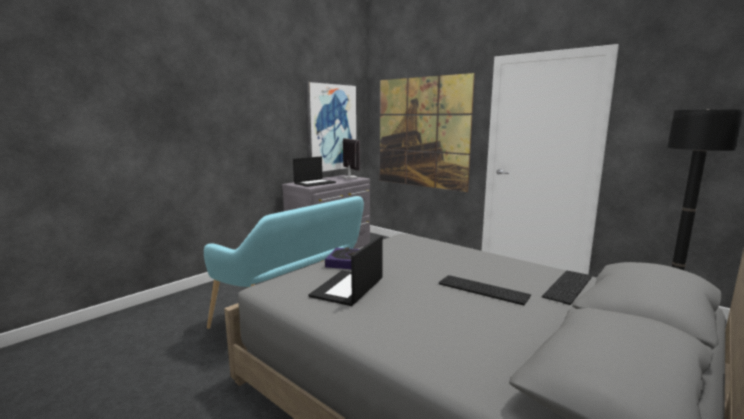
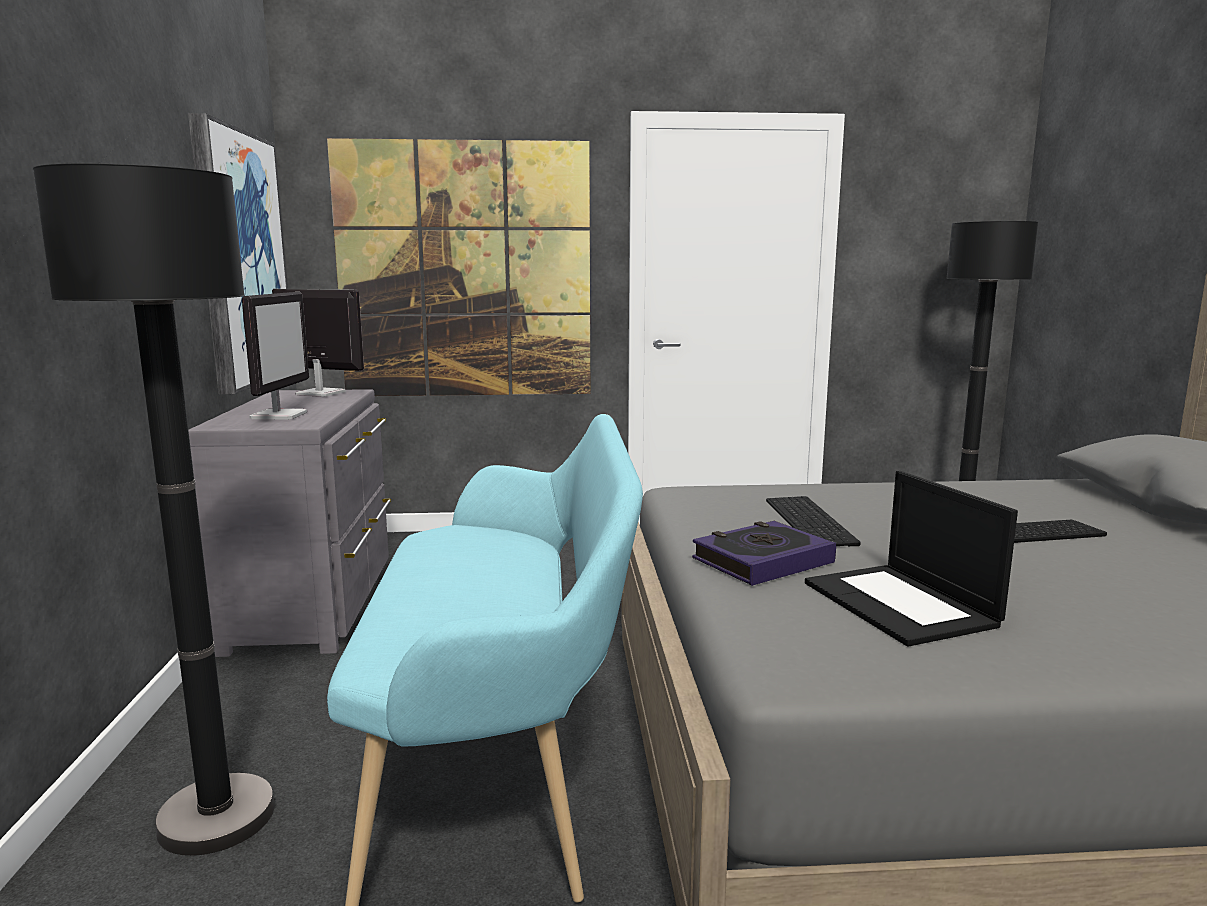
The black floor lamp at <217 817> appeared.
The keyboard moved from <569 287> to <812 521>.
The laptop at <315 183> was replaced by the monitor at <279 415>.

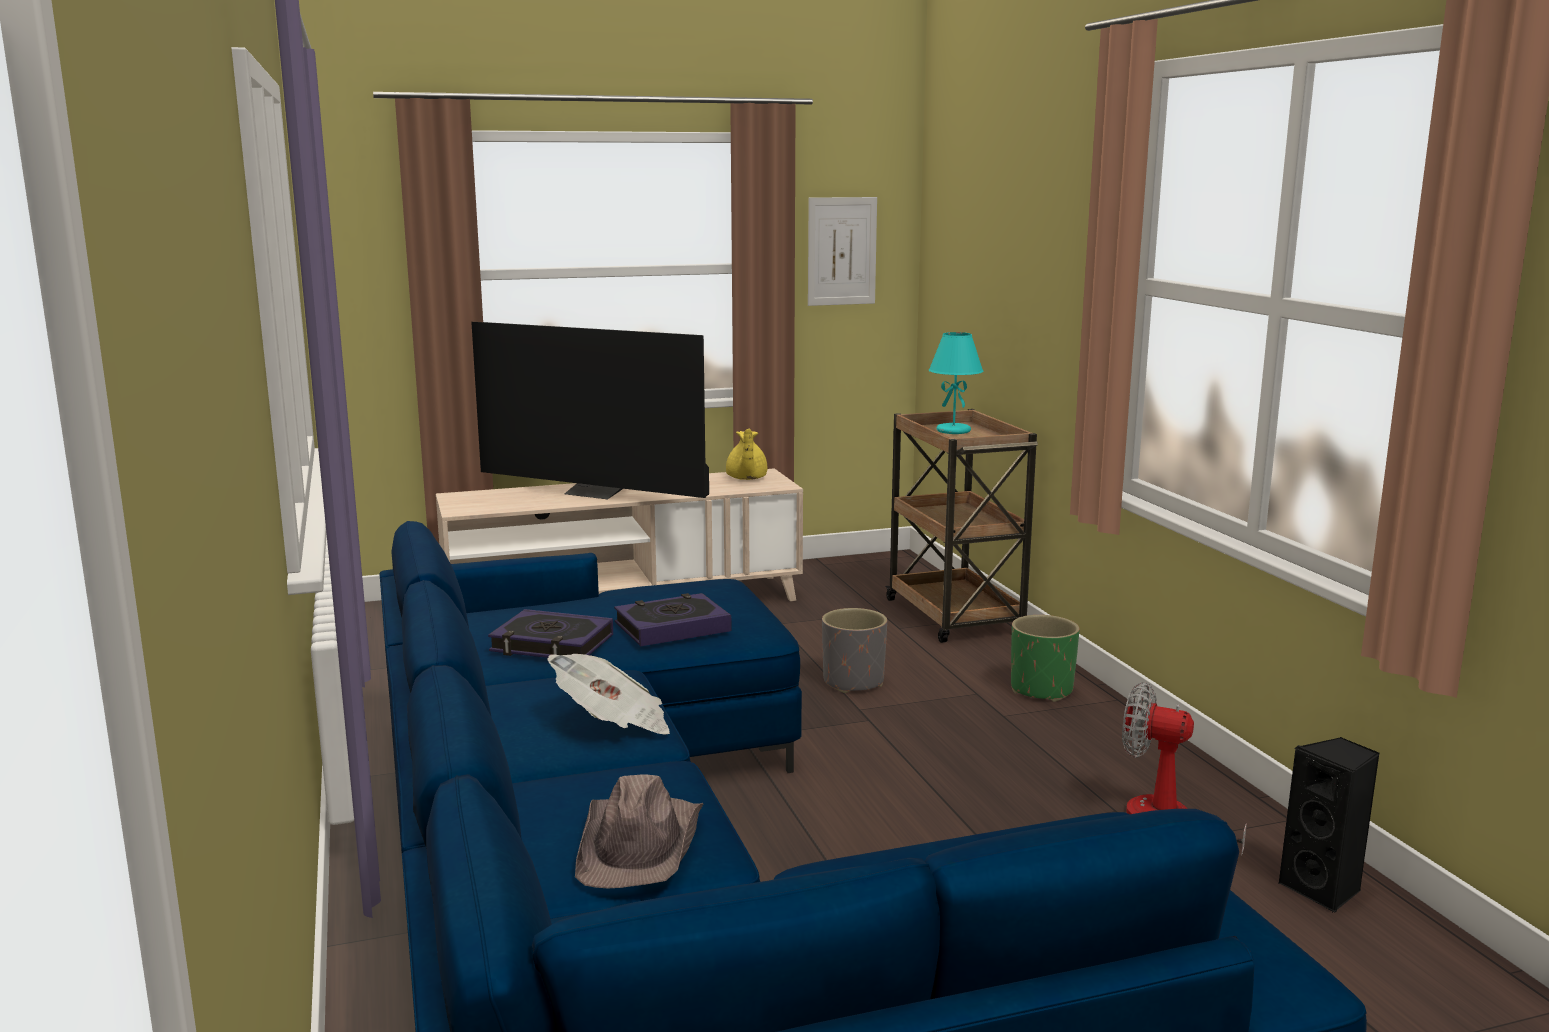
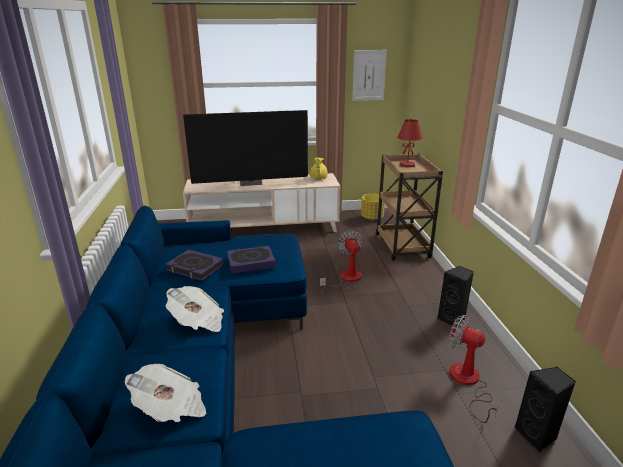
The green planter at <1042 690> disappeared.
The yellow planter at <372 217> appeared.
The black speaker at <453 320> appeared.
The brown hat at <641 844> was replaced by the newspaper at <171 408>.
The grey planter at <853 682> was replaced by the fan at <346 279>.
The turquoise table lamp at <954 431> became the red table lamp at <407 165>.
The television at <595 492> turned 45 degrees counterclockwise.

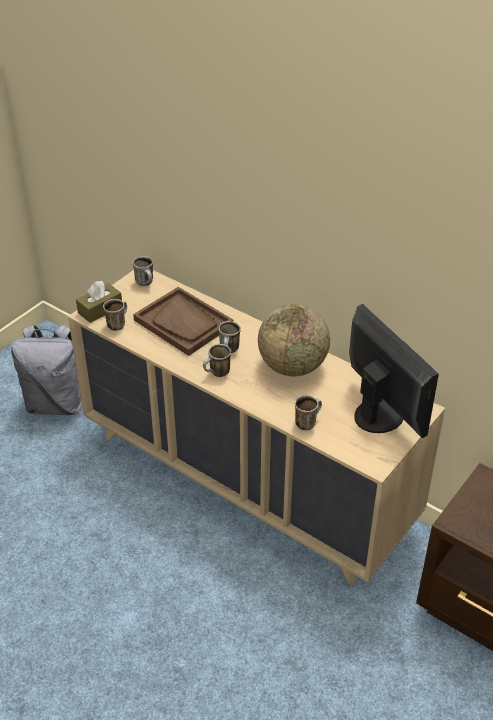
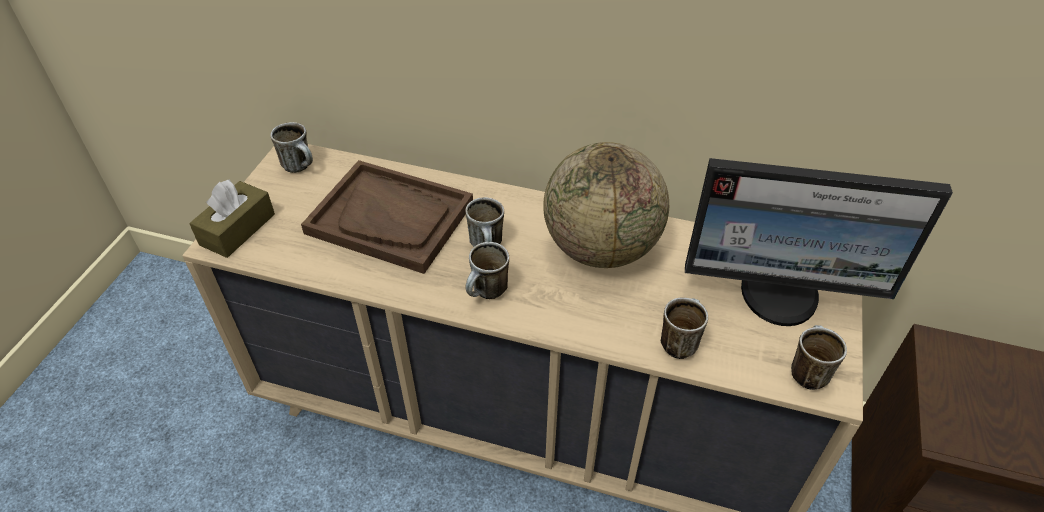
The grey backpack at <57 403> disappeared.
The mug moved from <117 323> to <806 370>.
The monitor at <380 415> turned 150 degrees clockwise.

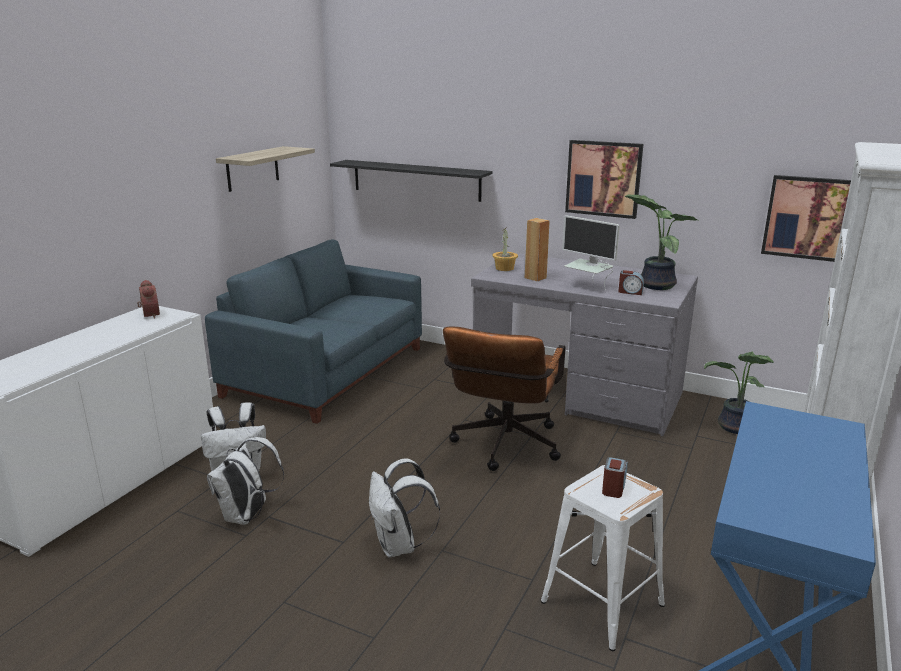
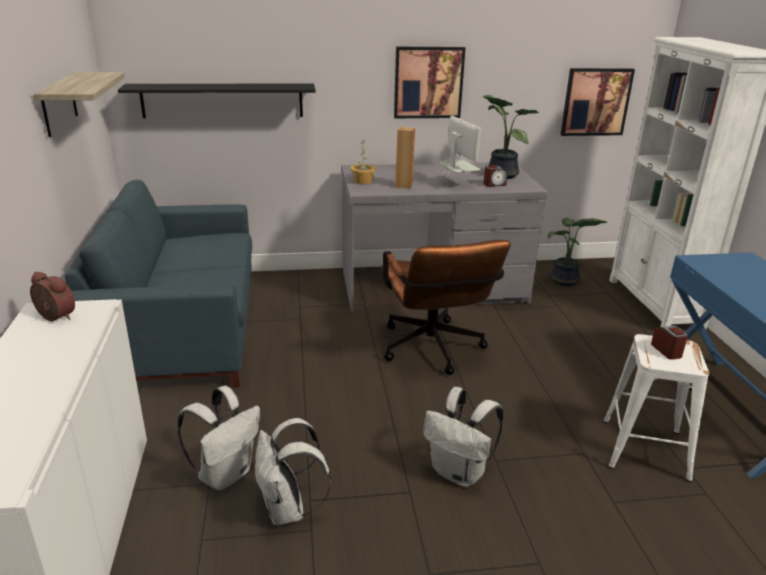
The monitor at <588 286> turned 120 degrees counterclockwise.

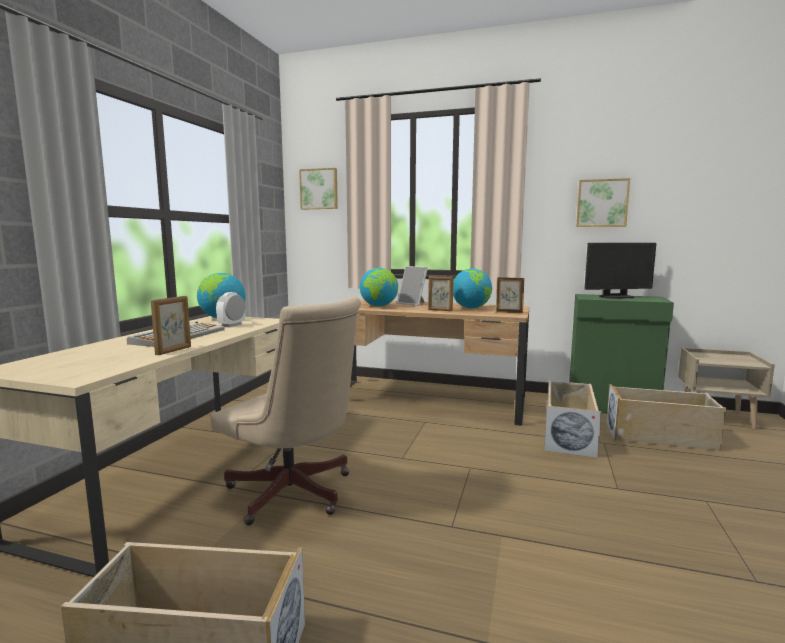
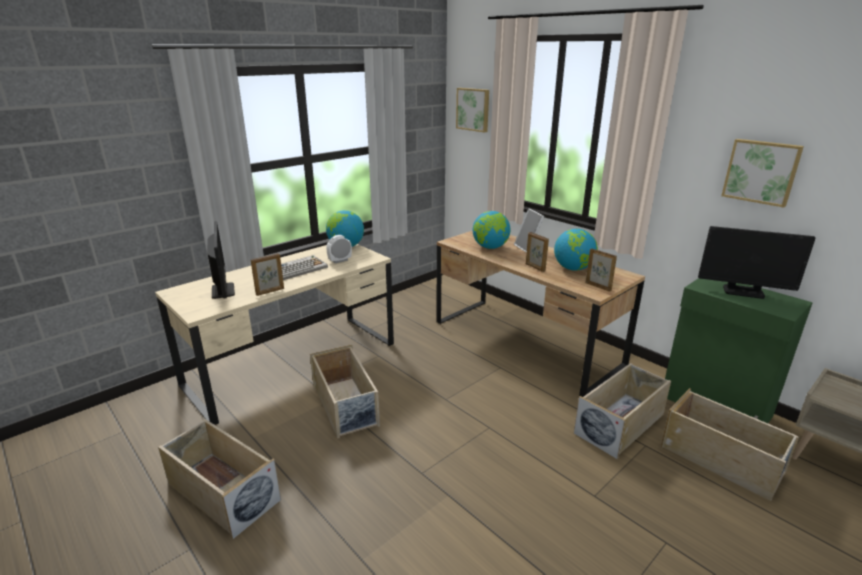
The monitor at <223 290> appeared.
The beige office chair at <295 495> was replaced by the beige storage box at <346 406>.

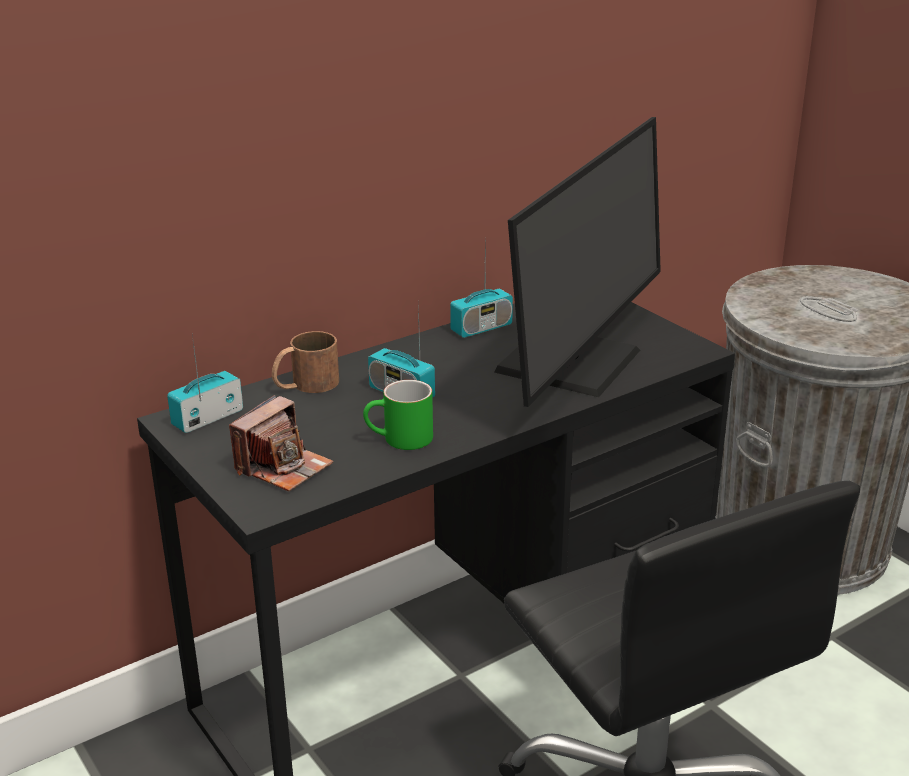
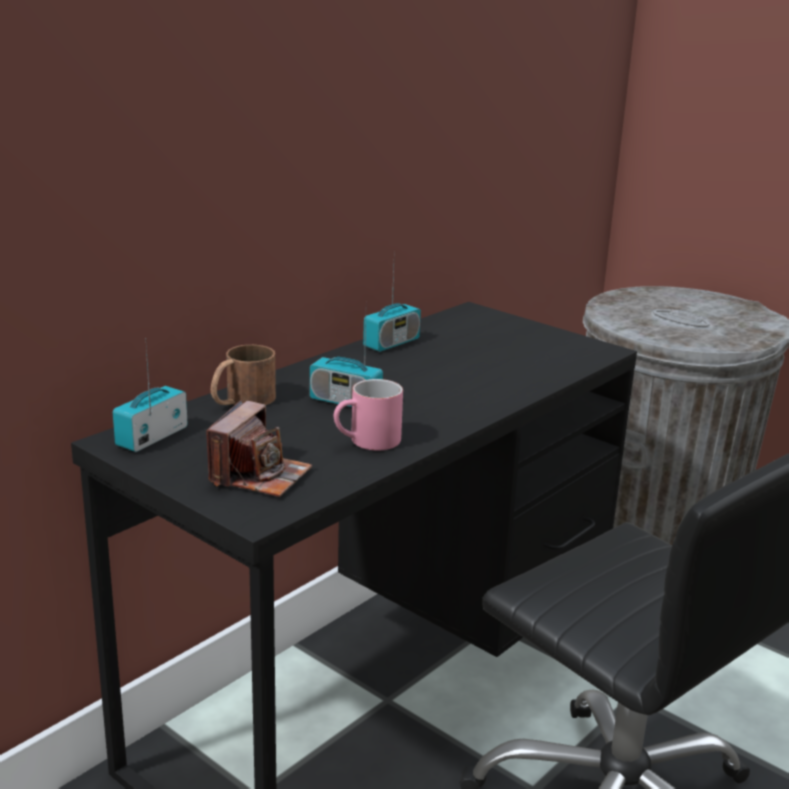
The monitor at <572 362> disappeared.
The green mug at <399 440> became the pink mug at <367 442>.

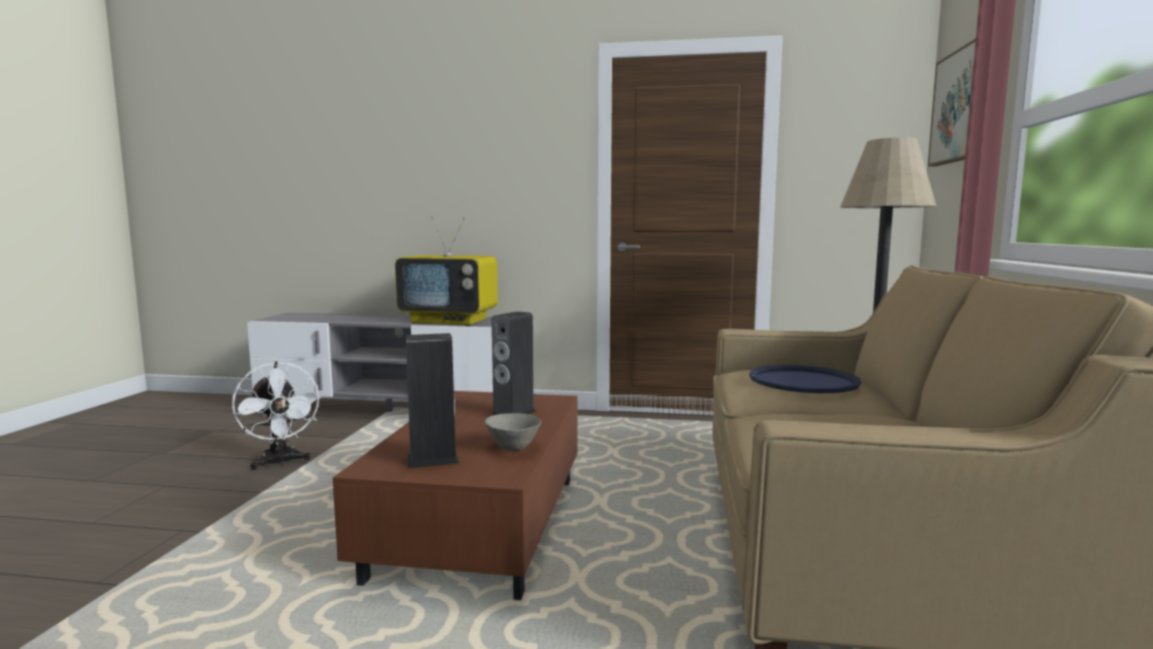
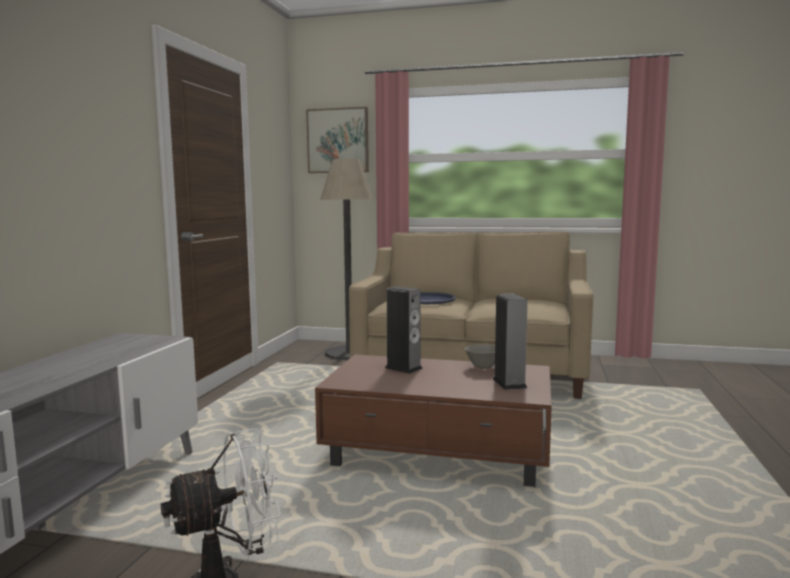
The television at <450 321> disappeared.

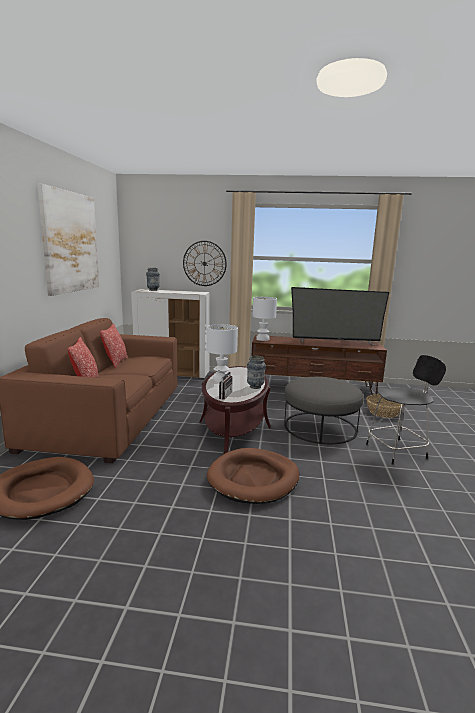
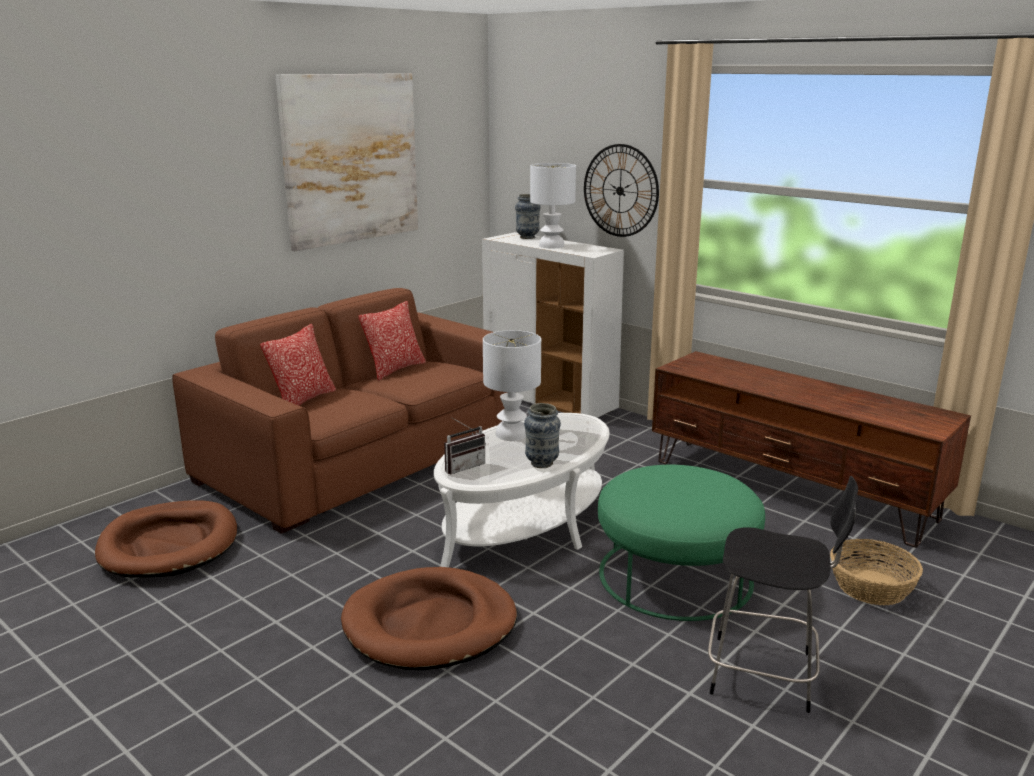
The television at <335 342> disappeared.
The white table lamp moved from <263 339> to <552 246>.
The brown coffee table at <234 424> became the white coffee table at <525 524>.
The grey ottoman at <320 427> became the green ottoman at <675 575>.

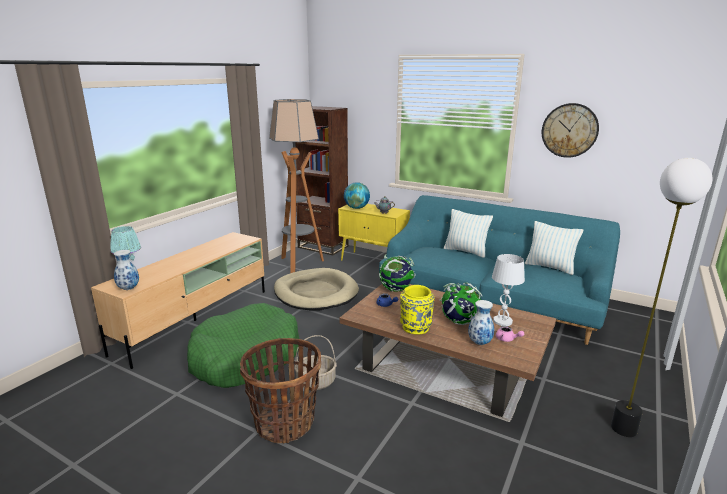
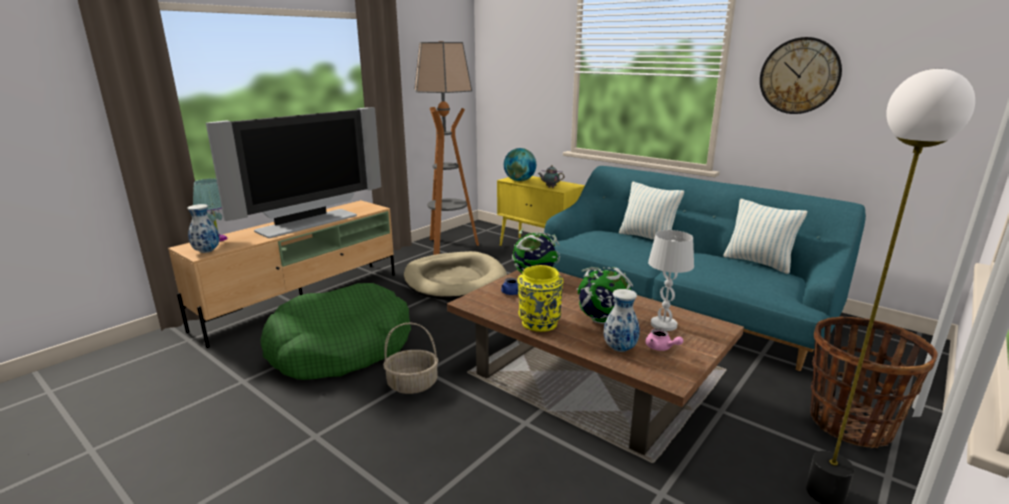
The brown bookcase at <323 247> disappeared.
The television at <309 223> appeared.
The basket moved from <285 423> to <849 423>.

